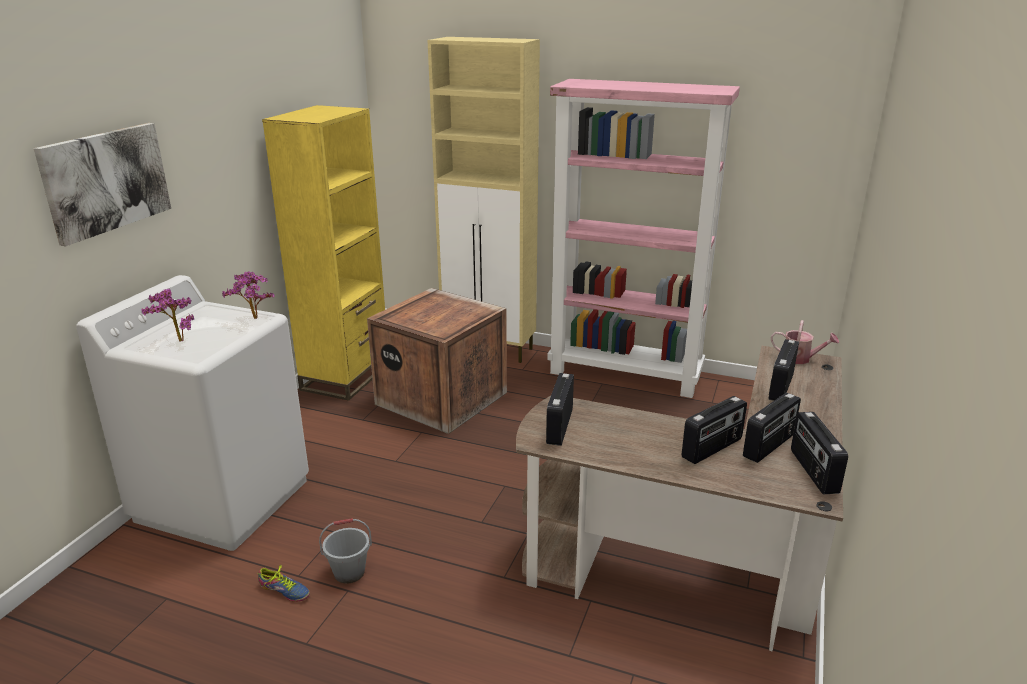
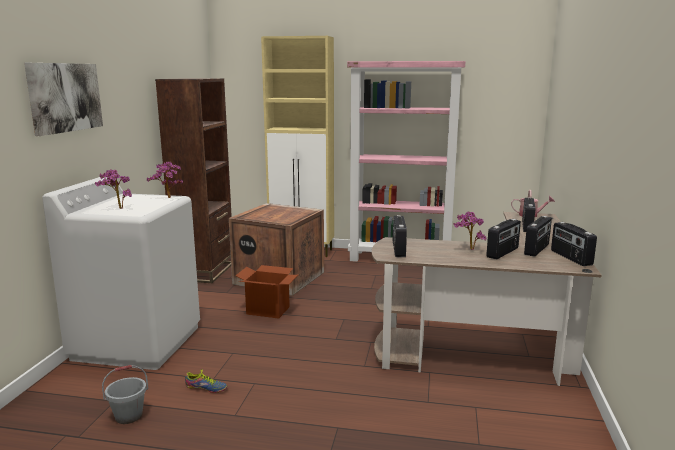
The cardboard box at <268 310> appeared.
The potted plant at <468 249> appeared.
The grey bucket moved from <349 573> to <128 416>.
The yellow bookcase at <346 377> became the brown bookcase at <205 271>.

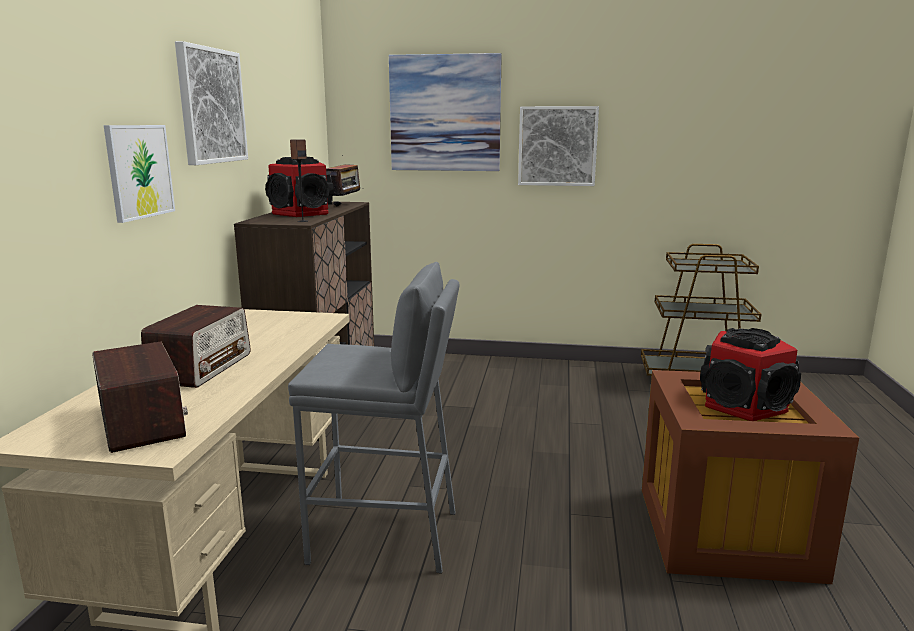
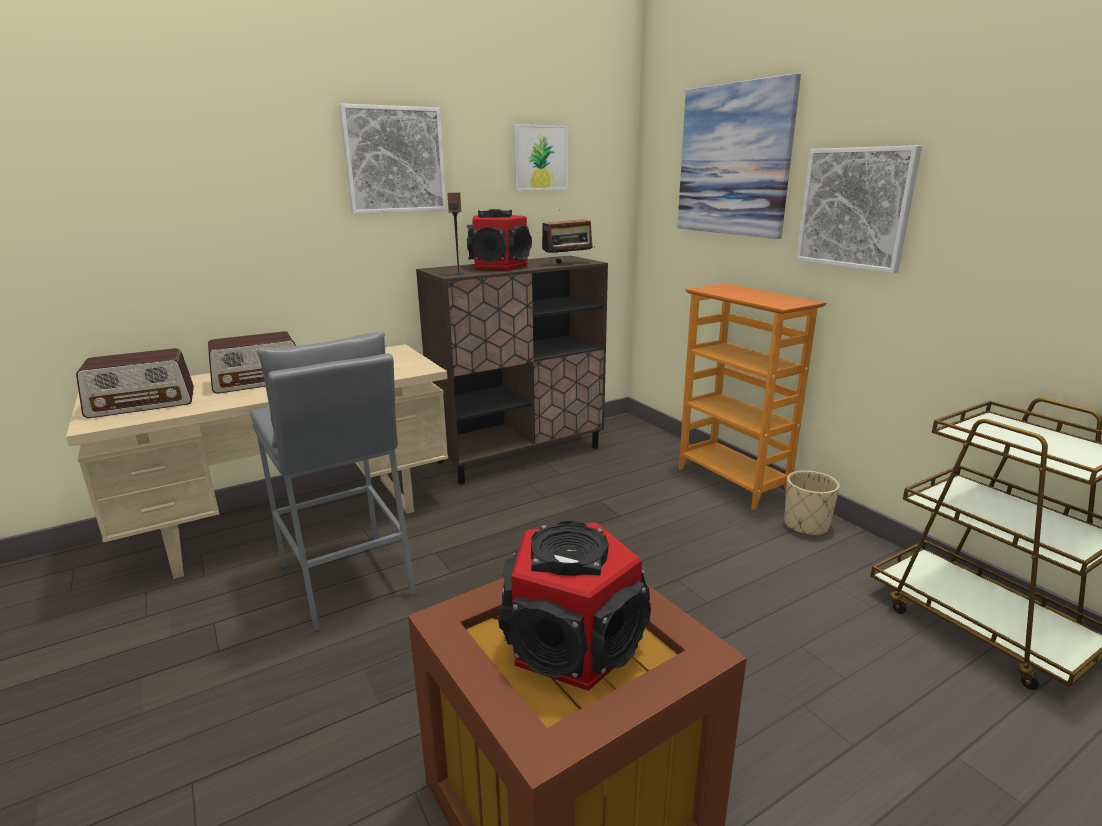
The bookcase at <733 481> appeared.
The beige planter at <806 525> appeared.
The picture moved from <139 171> to <540 158>.
The radio at <141 421> turned 45 degrees clockwise.

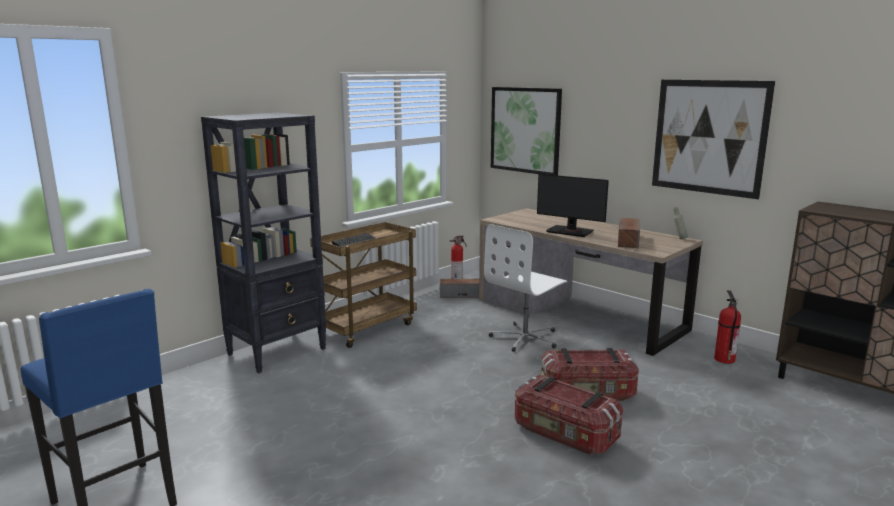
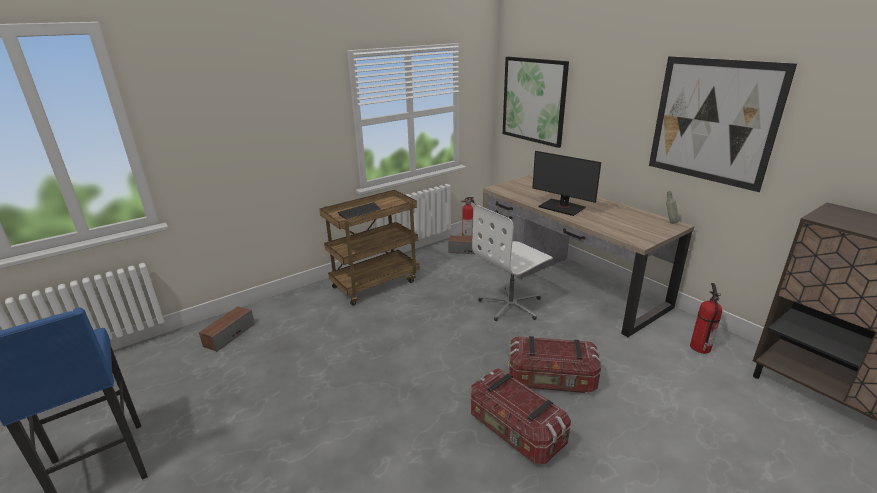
The black bookcase at <278 351> disappeared.
The speaker moved from <627 241> to <229 335>.

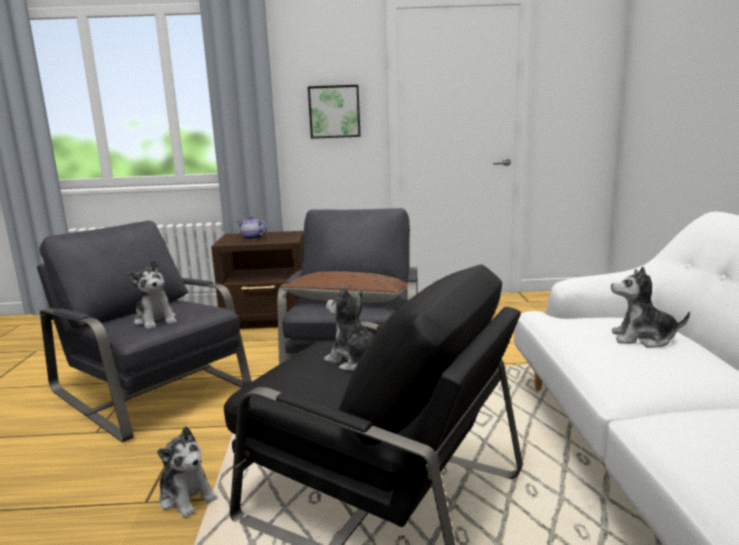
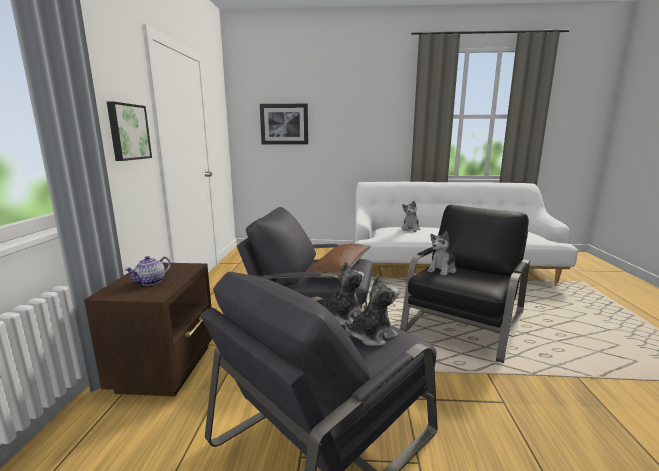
The picture at <284 124> appeared.
The plush toy moved from <187 497> to <343 317>.

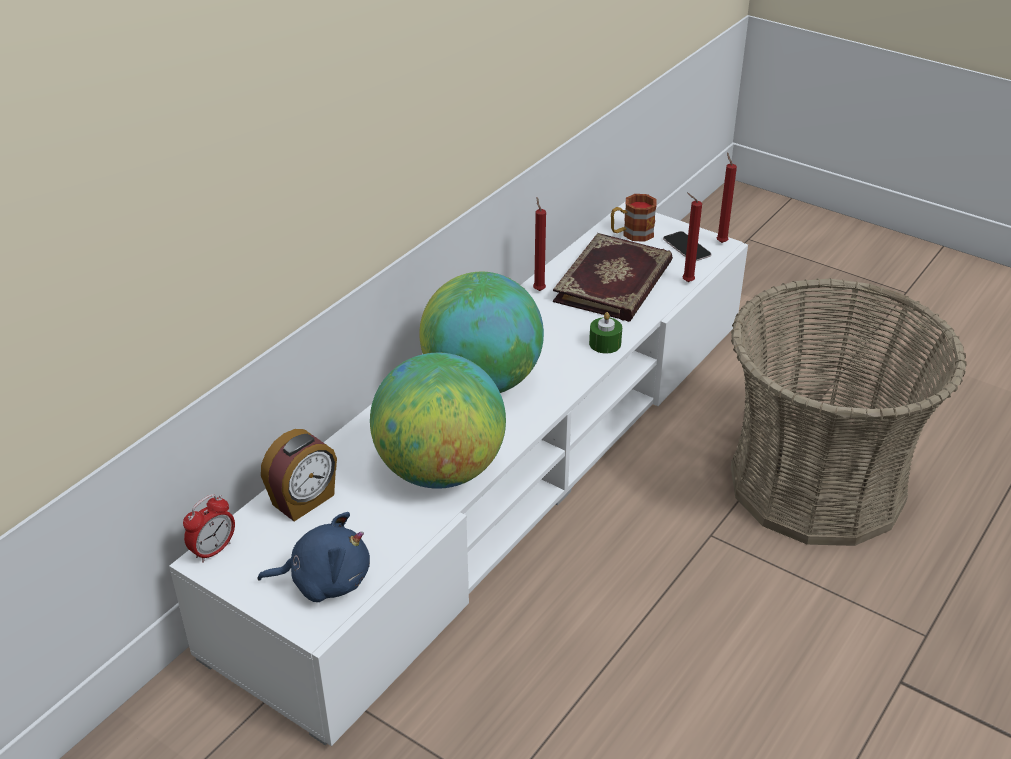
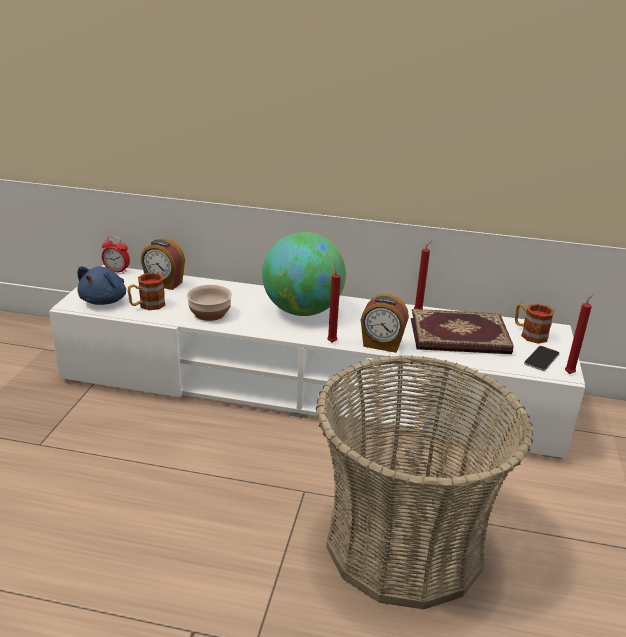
The mug at <147 305> appeared.
The red candle moved from <686 281> to <331 341>.
The globe at <440 470> was replaced by the bowl at <210 313>.
The green candle at <605 343> was replaced by the alarm clock at <381 344>.
The blue plush toy at <325 580> turned 45 degrees clockwise.

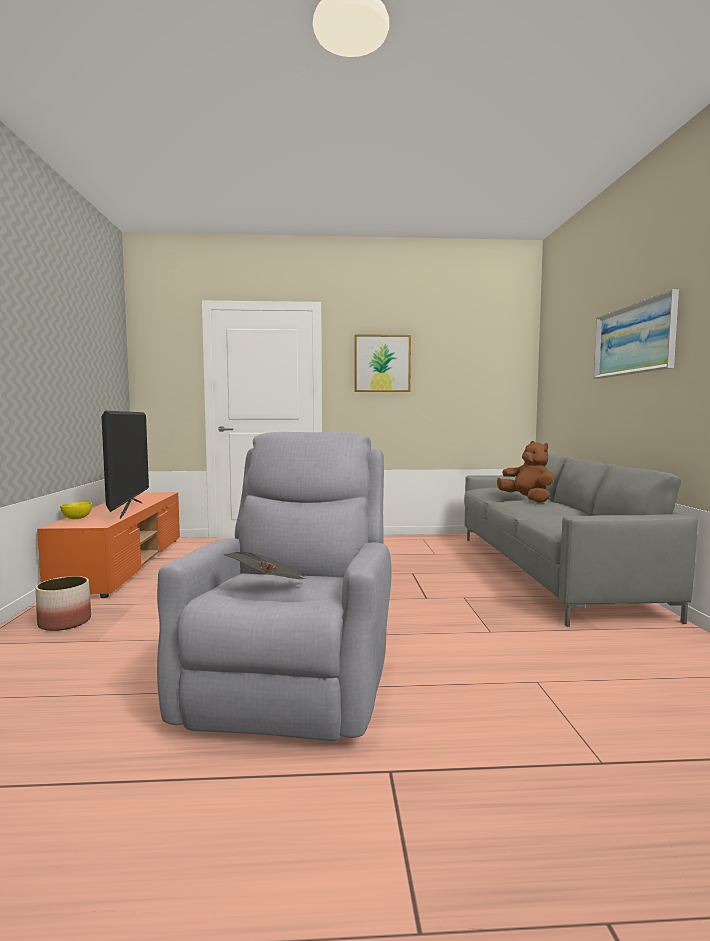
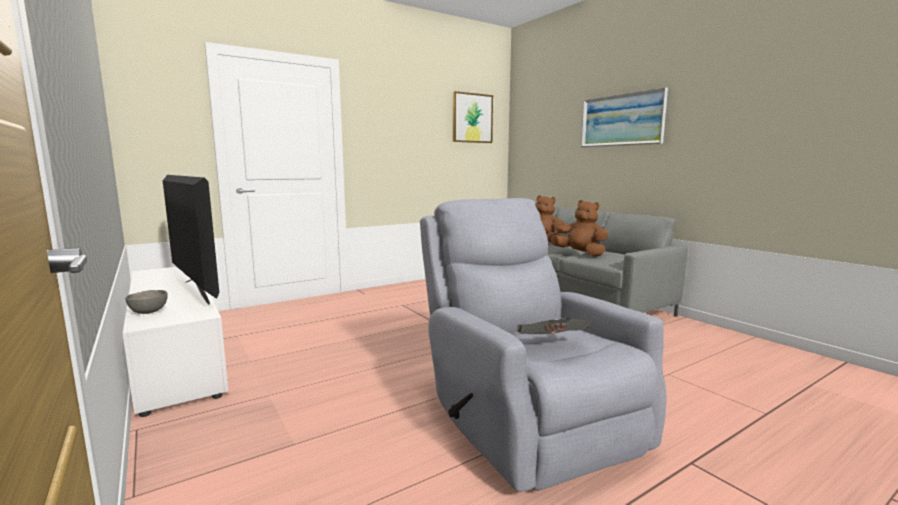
The planter at <65 622> disappeared.
The brown plush toy at <580 254> appeared.
The picture moved from <382 363> to <472 118>.
The orange tv stand at <124 564> became the white tv stand at <175 356>.
The yellow bowl at <77 518> became the grey bowl at <149 312>.

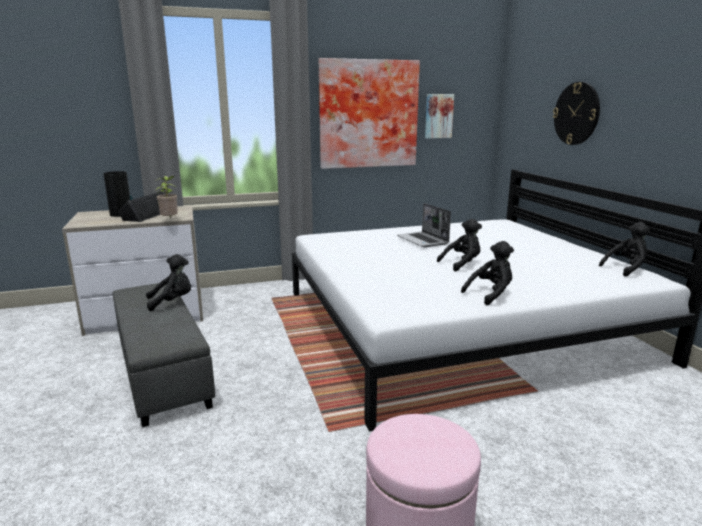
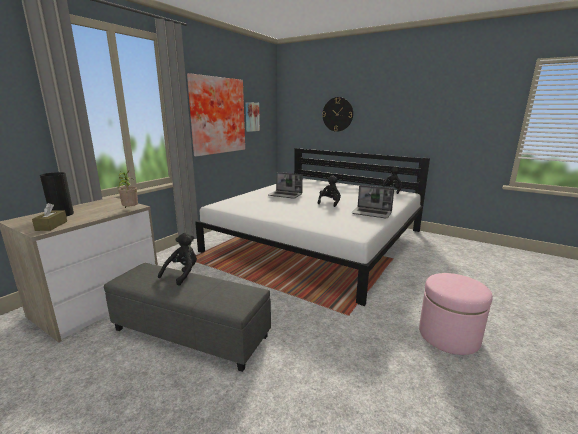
The black speaker at <147 215> disappeared.
The brown tissue box at <51 226> appeared.
The black plush toy at <490 294> was replaced by the laptop at <372 213>.

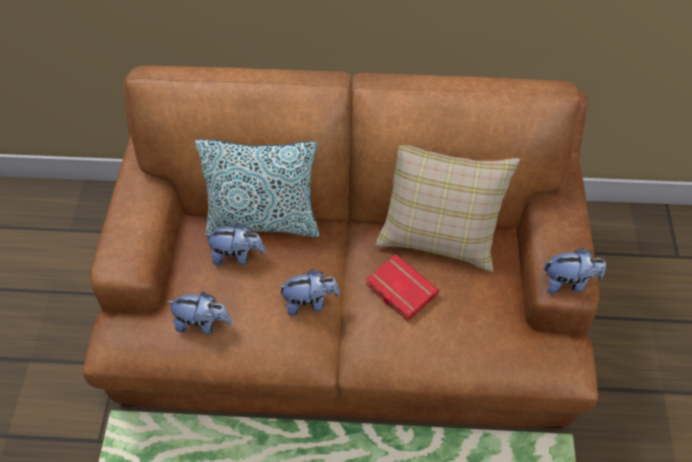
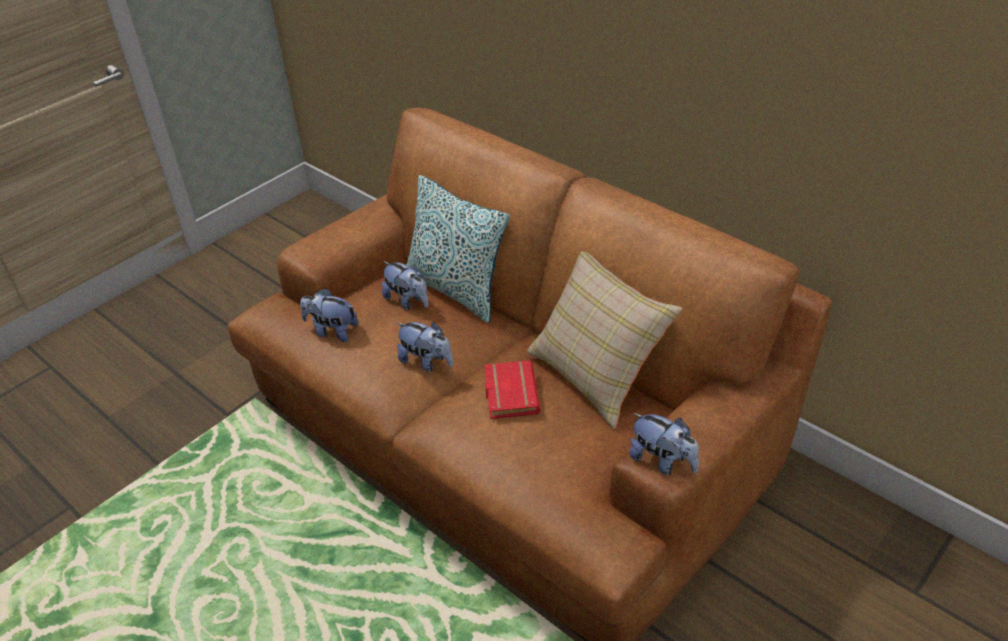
The plush toy at <203 323> turned 150 degrees clockwise.

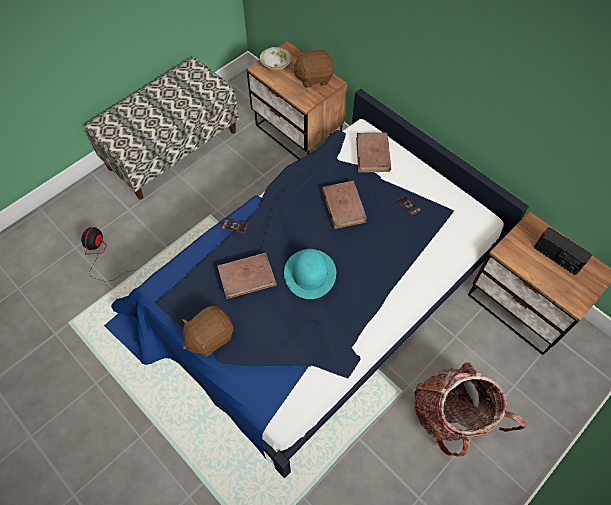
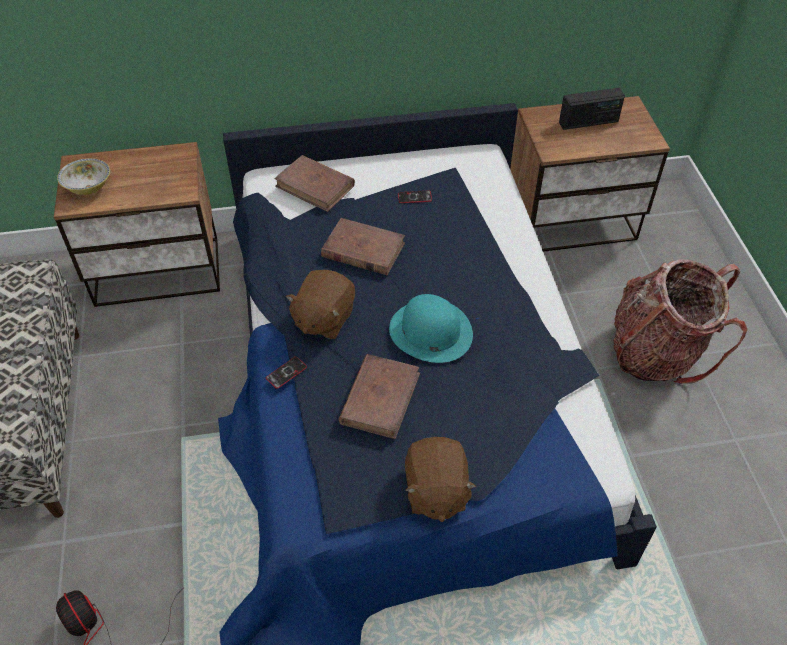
The brown plush toy moved from <313 77> to <323 319>.

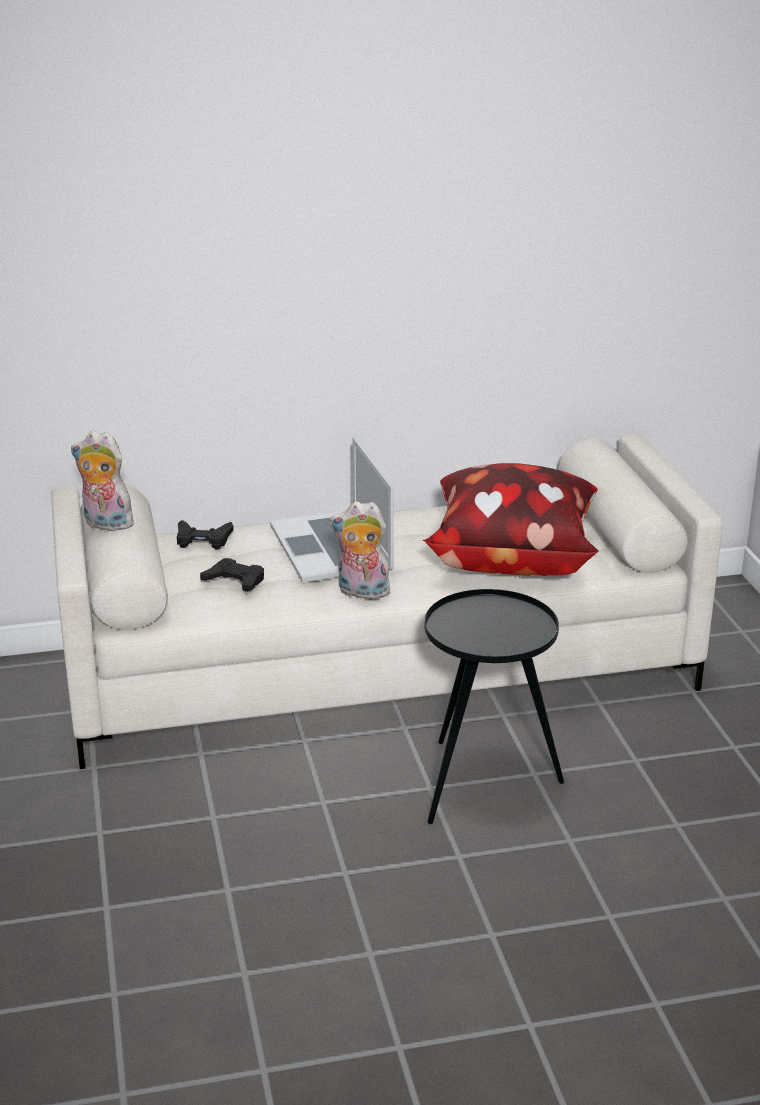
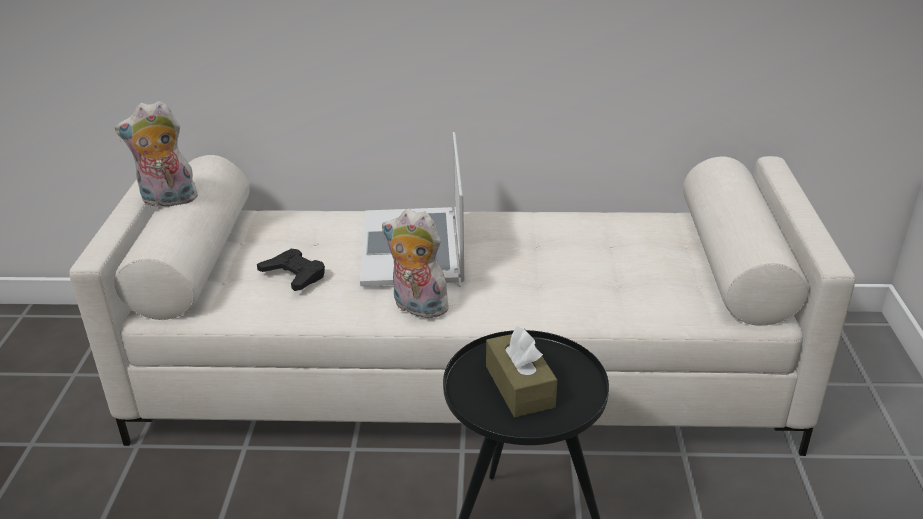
The black game controller at <203 539> disappeared.
The pillow at <511 558> disappeared.
The brown tissue box at <519 386> appeared.
The plush toy at <105 524> turned 45 degrees counterclockwise.

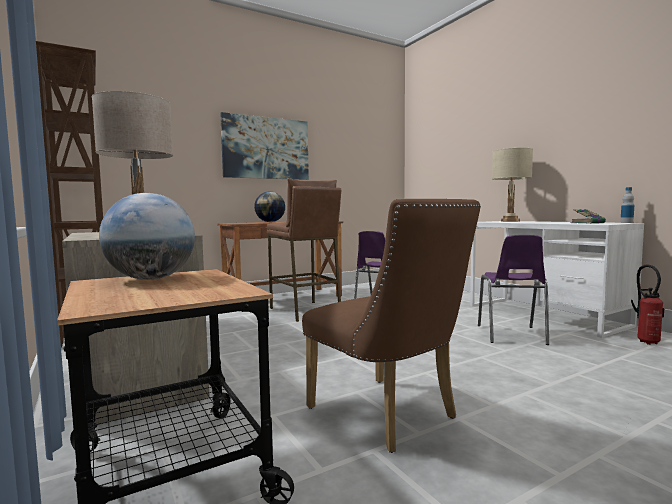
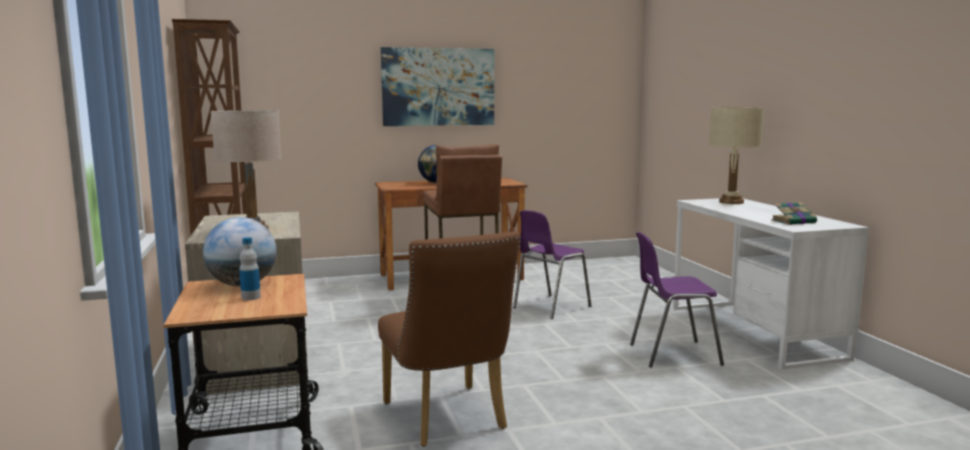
The fire extinguisher at <646 341> disappeared.
The bottle moved from <626 222> to <251 297>.
The purple chair at <511 335> turned 60 degrees clockwise.

